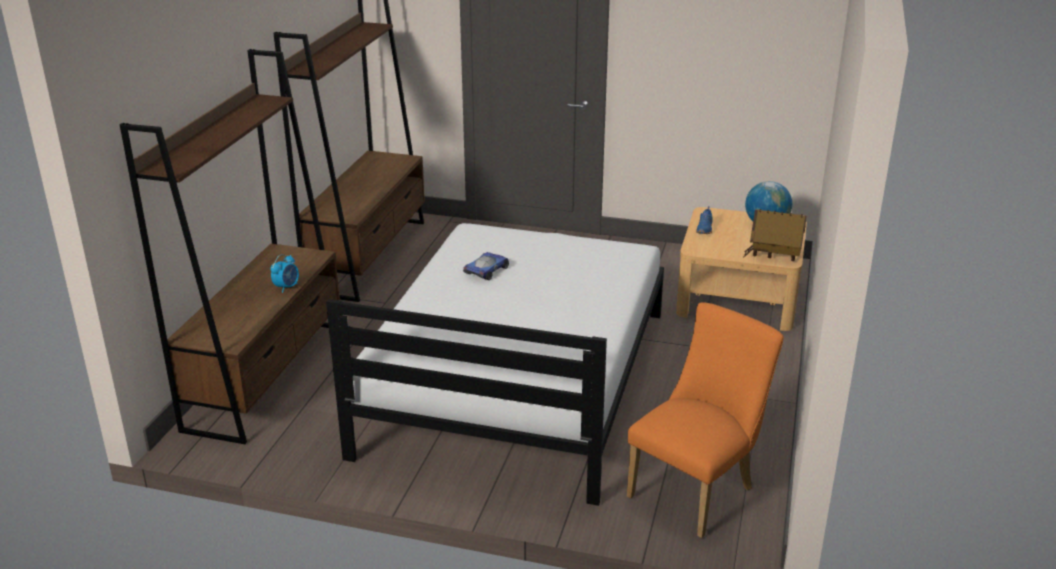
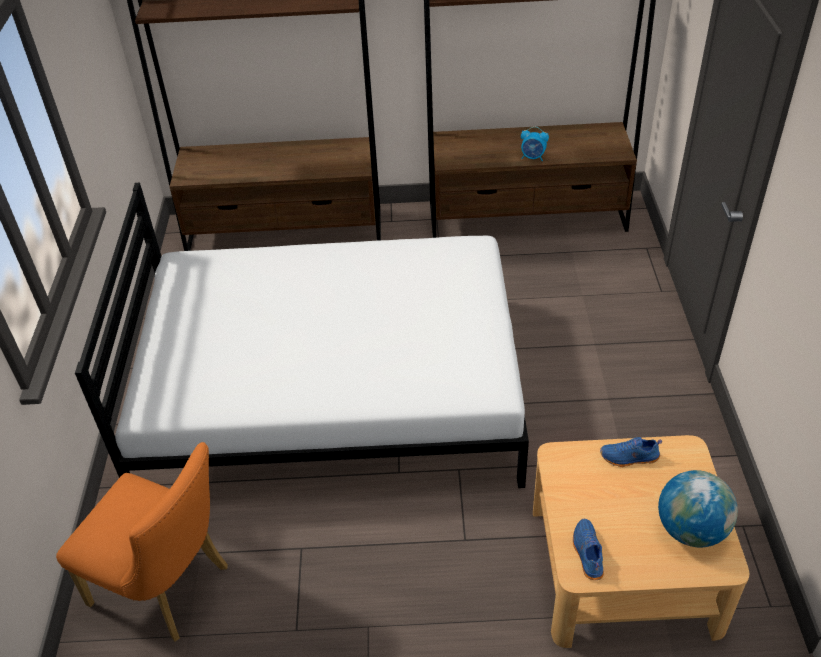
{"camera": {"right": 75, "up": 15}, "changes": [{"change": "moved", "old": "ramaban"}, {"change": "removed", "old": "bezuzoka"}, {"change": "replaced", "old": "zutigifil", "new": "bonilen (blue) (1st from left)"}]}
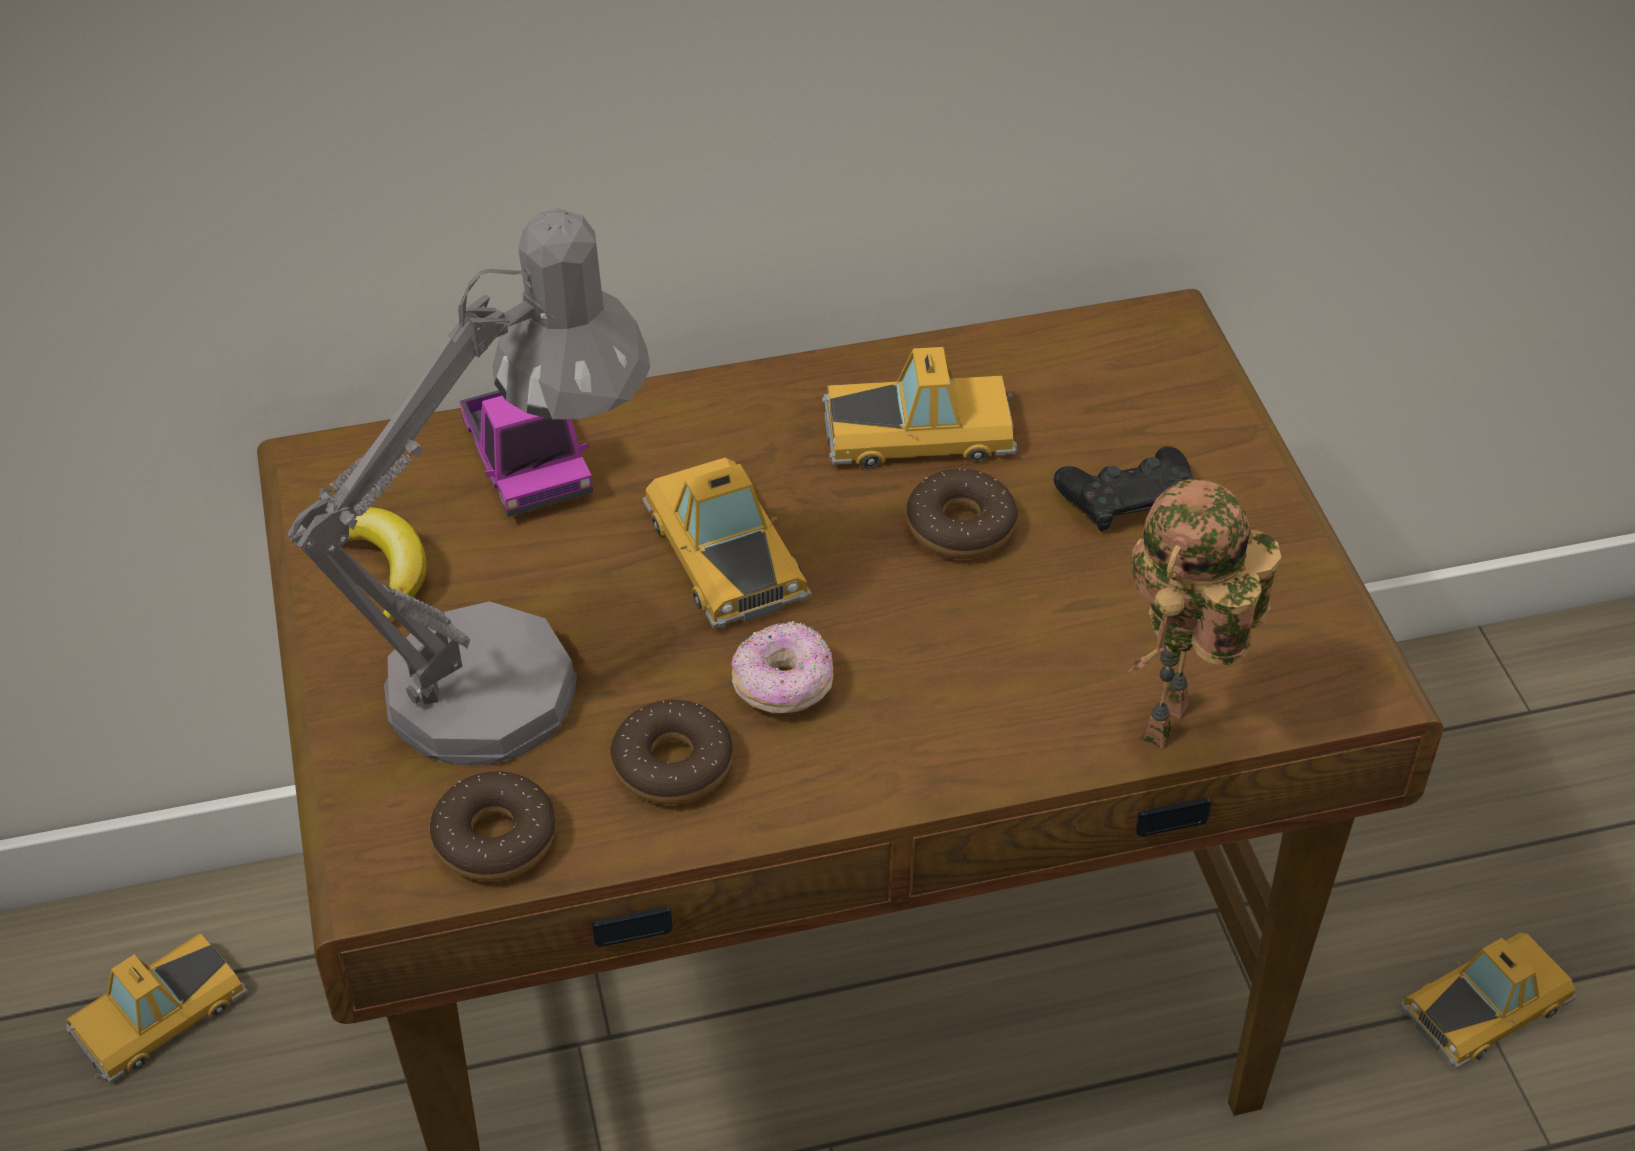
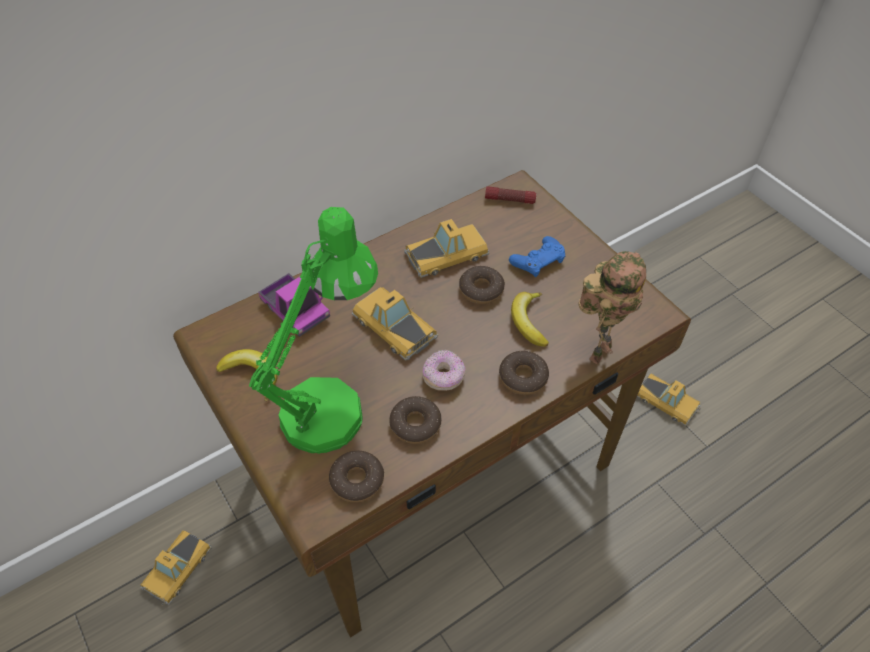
{"camera": {"right": -20, "up": 5}, "changes": [{"change": "recoloured", "old": "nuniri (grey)", "new": "nuniri (green)"}, {"change": "recoloured", "old": "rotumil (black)", "new": "rotumil (blue)"}, {"change": "turned", "old": "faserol", "degrees": -150}, {"change": "turned", "old": "bezuzoka (4th from left)", "degrees": 90}, {"change": "added", "new": "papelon"}, {"change": "added", "new": "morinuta (5th from left)"}, {"change": "added", "new": "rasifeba (2nd from left)"}]}
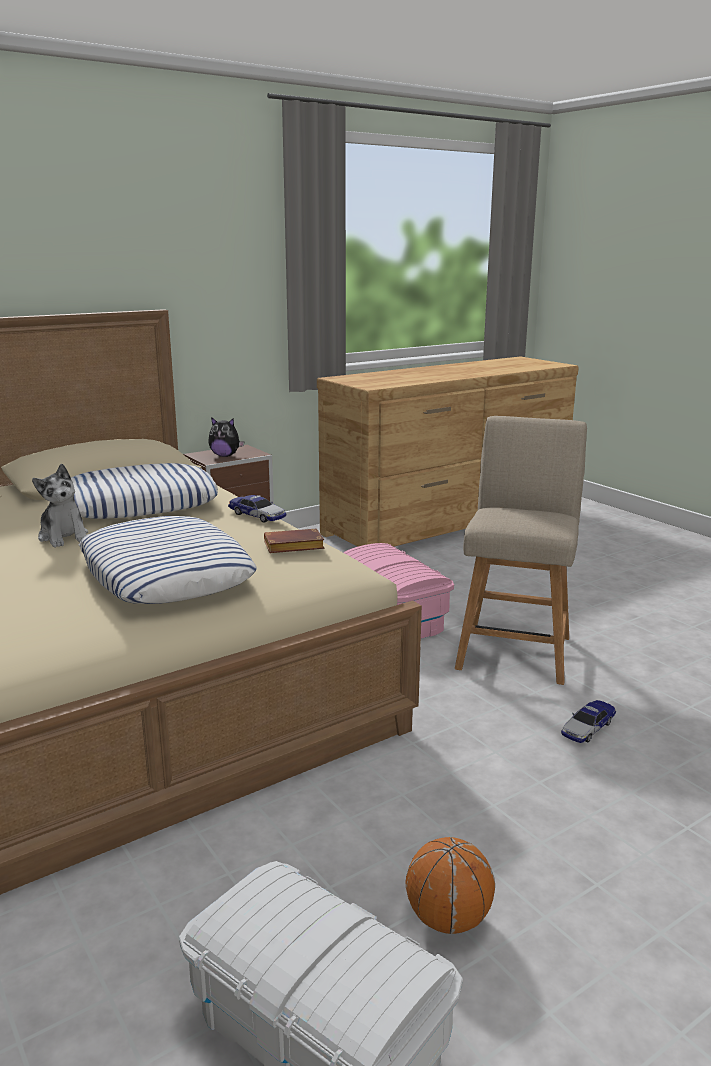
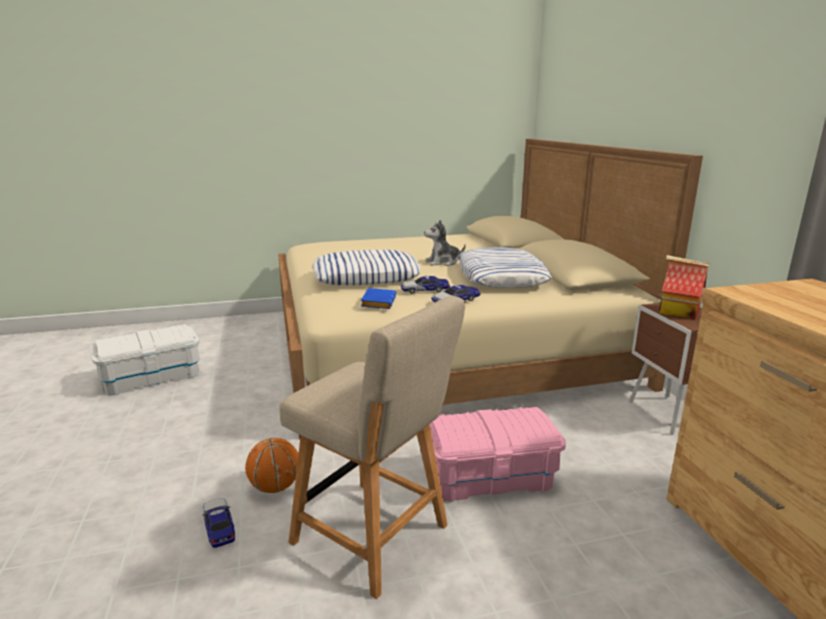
{"camera": {"right": 110, "up": 0}, "changes": [{"change": "replaced", "old": "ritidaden (2nd from left)", "new": "zutigifil"}, {"change": "recoloured", "old": "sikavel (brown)", "new": "sikavel (blue)"}, {"change": "moved", "old": "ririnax"}, {"change": "added", "new": "bezuzoka (2nd from left)"}]}
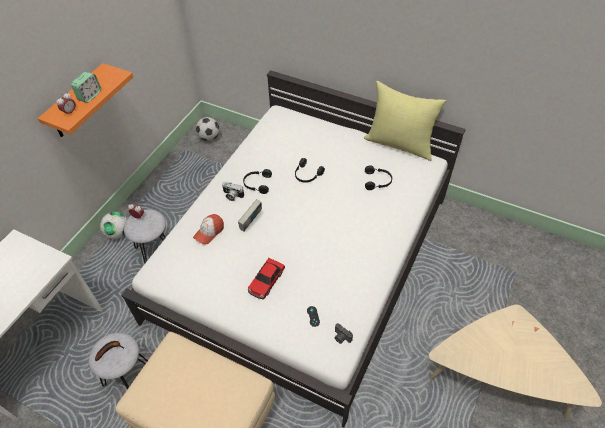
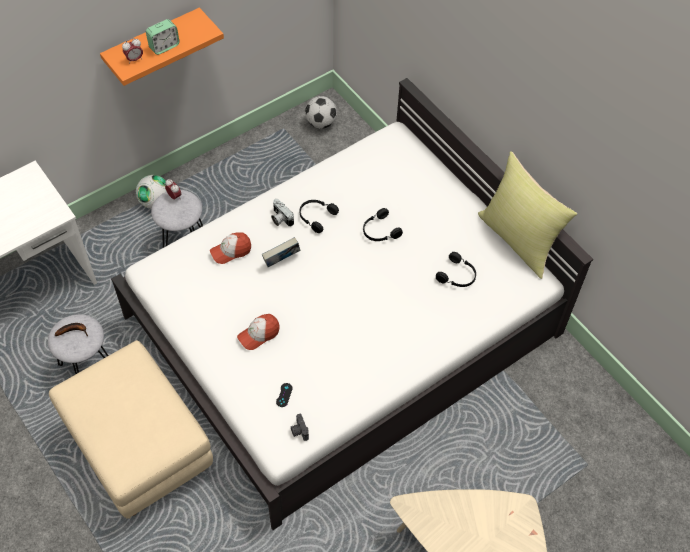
{"camera": {"right": 25, "up": 5}, "changes": [{"change": "replaced", "old": "bezuzoka", "new": "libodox (2nd from left)"}]}
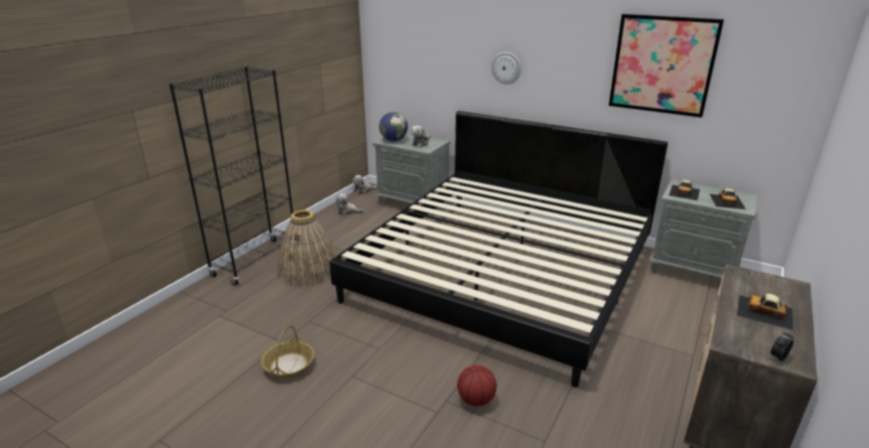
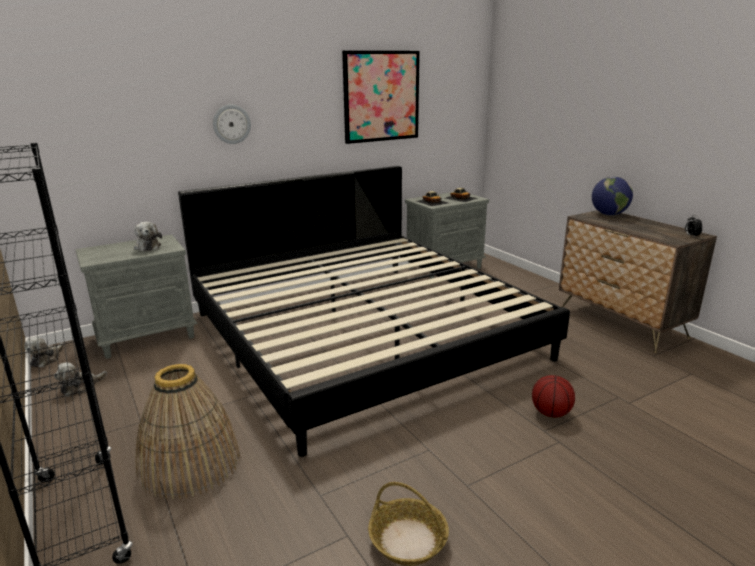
{"camera": {"right": -60, "up": -5}, "changes": [{"change": "moved", "old": "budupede"}, {"change": "removed", "old": "bezuzoka (3rd from left)"}]}
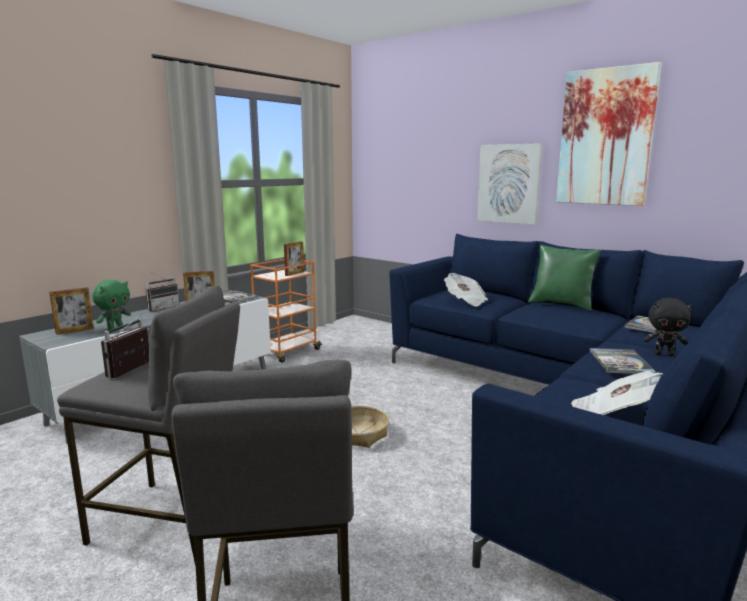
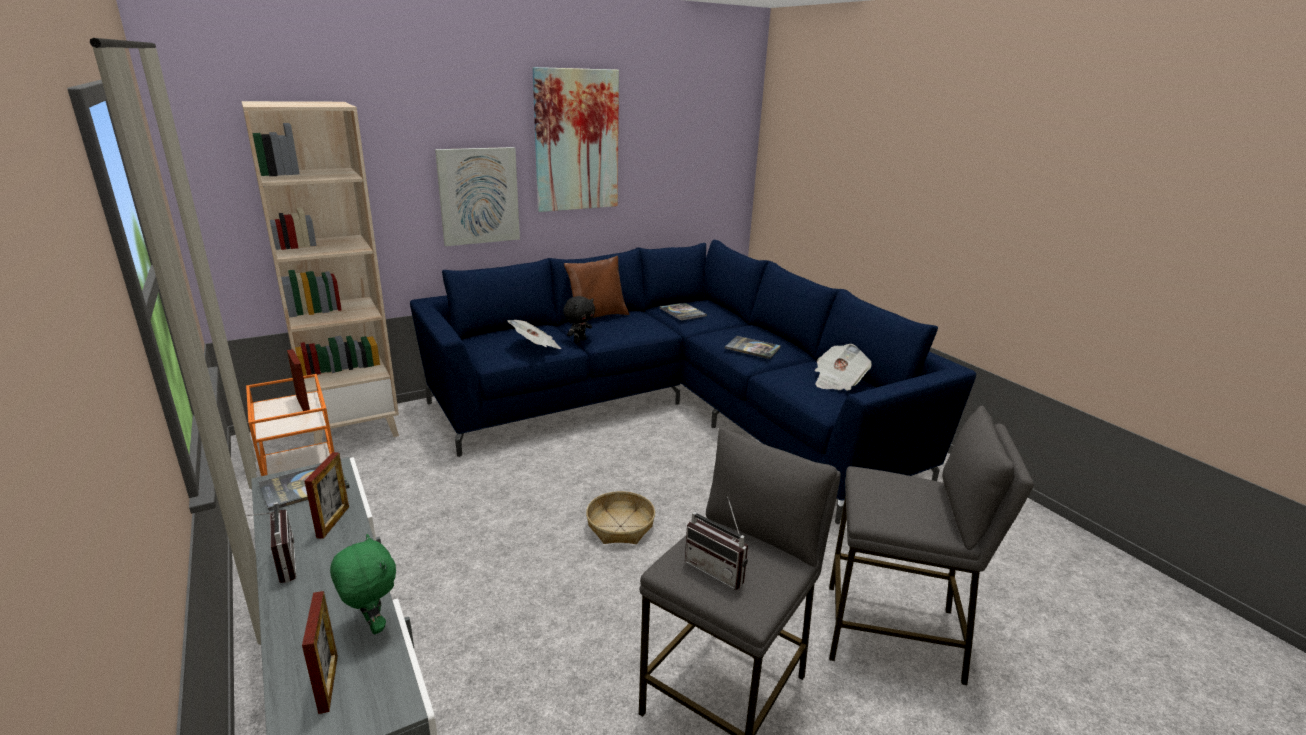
{"camera": {"right": -70, "up": 10}, "changes": [{"change": "recoloured", "old": "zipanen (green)", "new": "zipanen (brown)"}, {"change": "moved", "old": "ritidaden (black)"}, {"change": "added", "new": "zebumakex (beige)"}]}
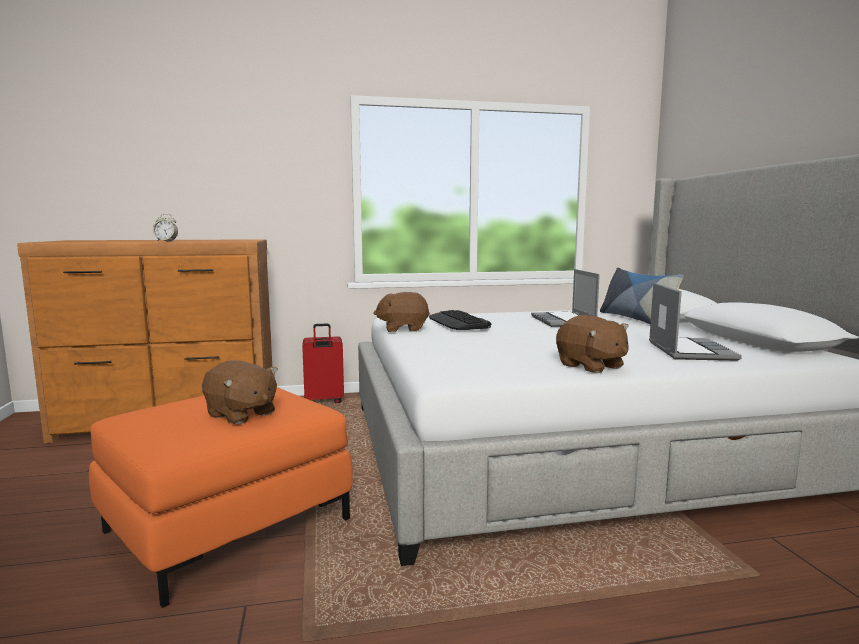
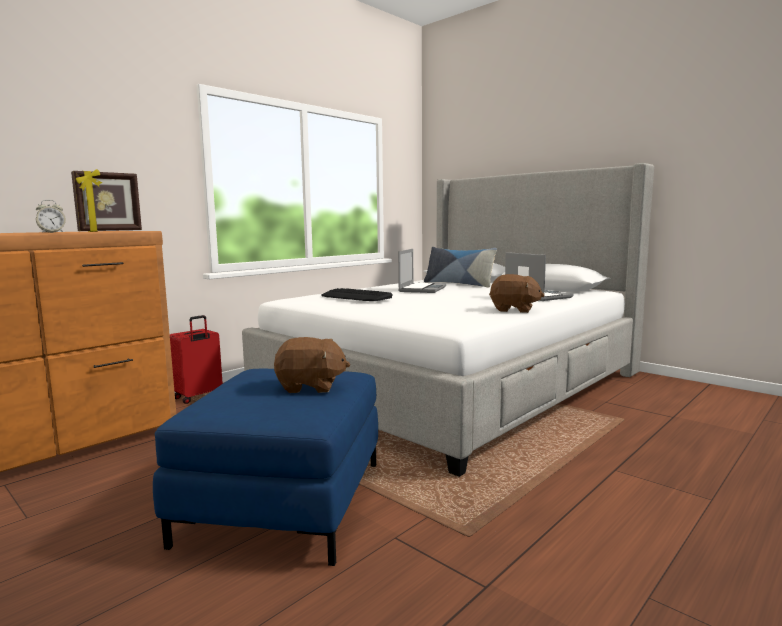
{"camera": {"right": -35, "up": 0}, "changes": [{"change": "recoloured", "old": "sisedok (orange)", "new": "sisedok (blue)"}, {"change": "removed", "old": "ritidaden (brown) (2nd from left)"}, {"change": "turned", "old": "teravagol (1st from left)", "degrees": -120}, {"change": "added", "new": "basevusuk"}]}
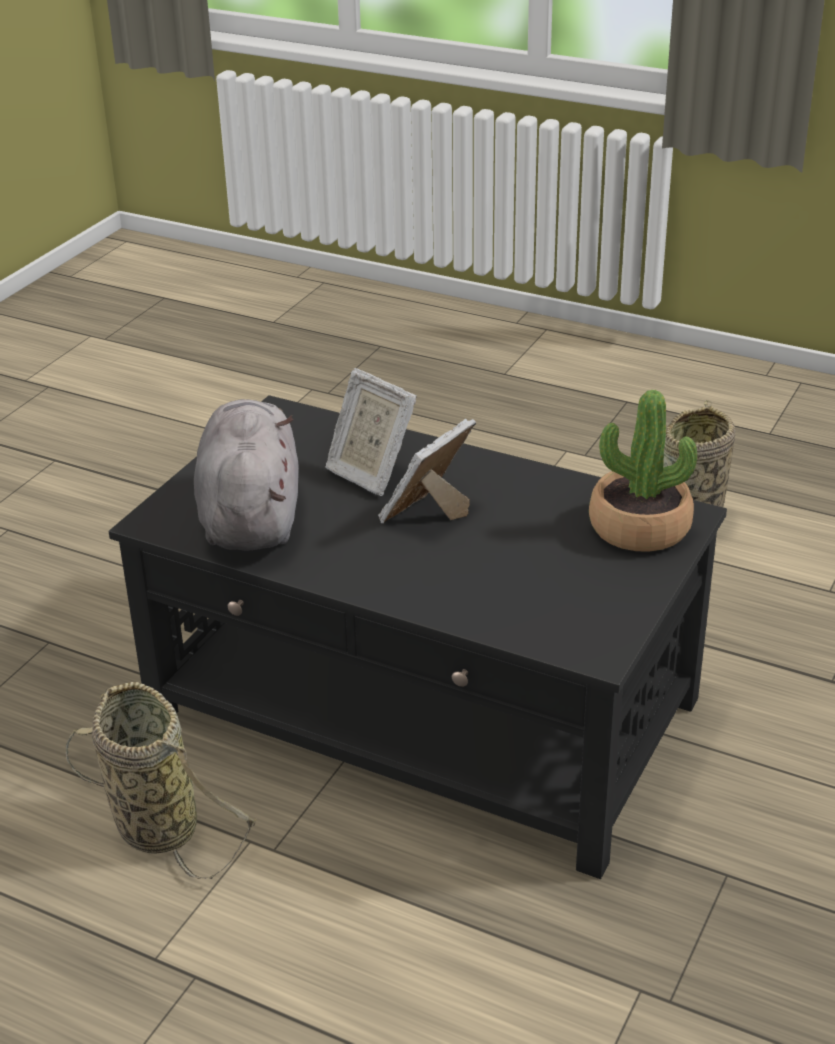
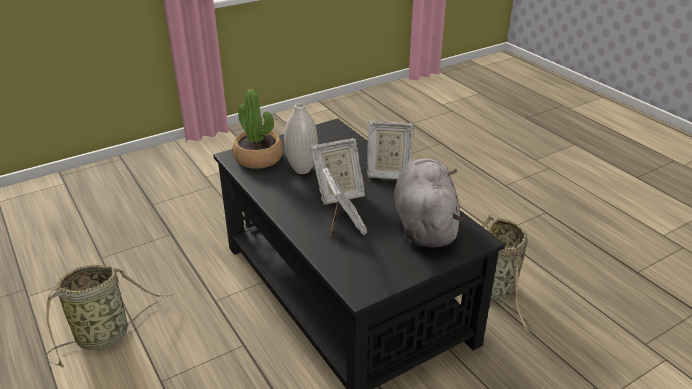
{"camera": {"right": -150, "up": 0}, "changes": [{"change": "turned", "old": "ritidaden (grey)", "degrees": 150}, {"change": "added", "new": "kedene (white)"}, {"change": "added", "new": "basevusuk (3rd from left)"}]}
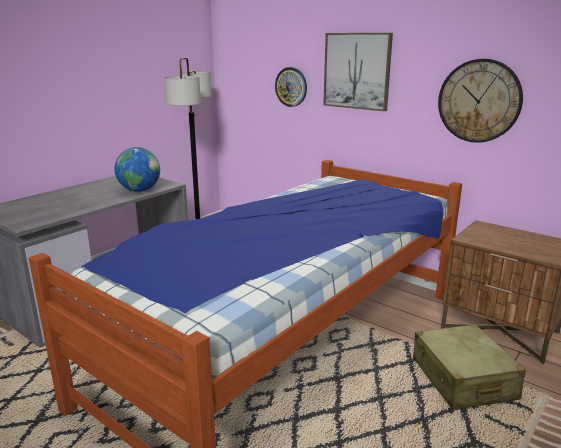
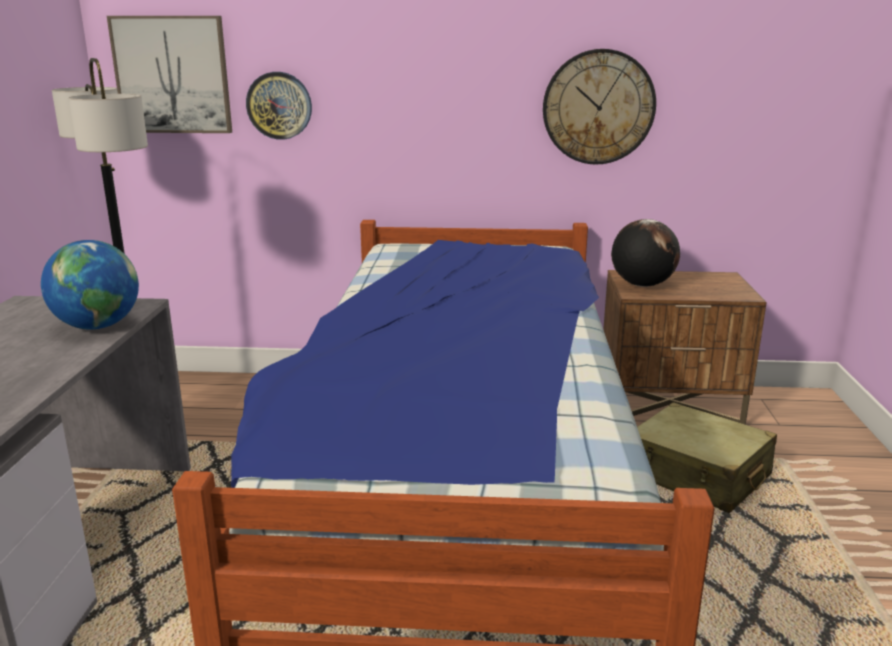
{"camera": {"right": -35, "up": 0}, "changes": [{"change": "moved", "old": "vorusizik"}, {"change": "added", "new": "budupede (2nd from left)"}]}
